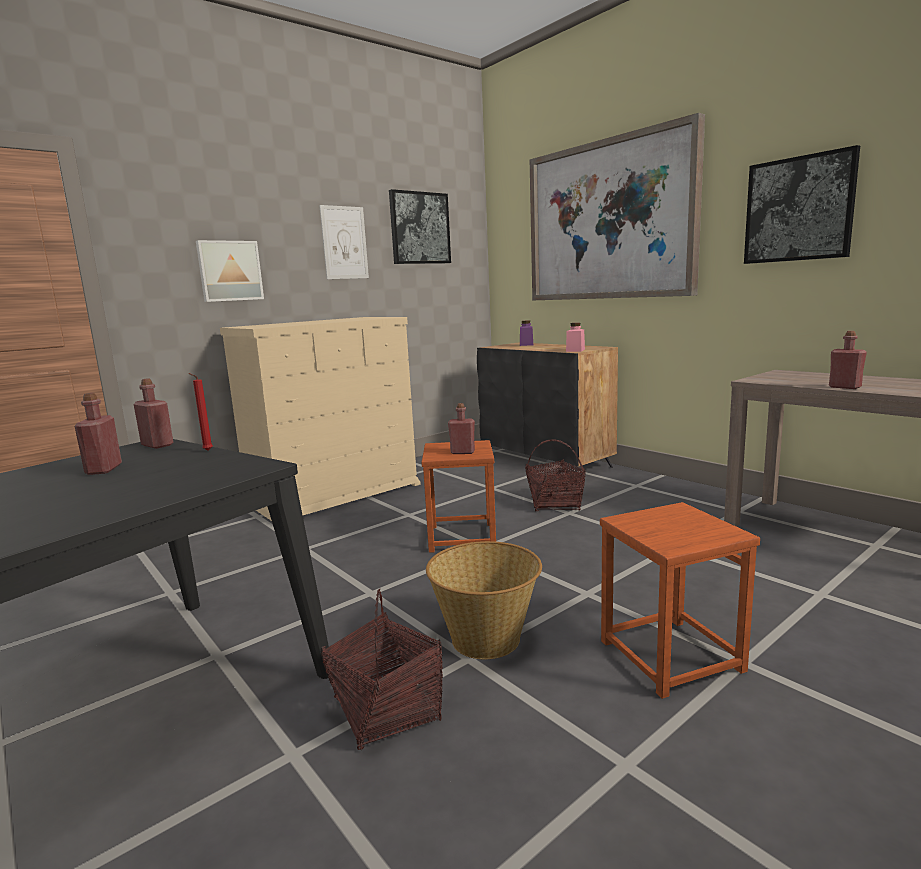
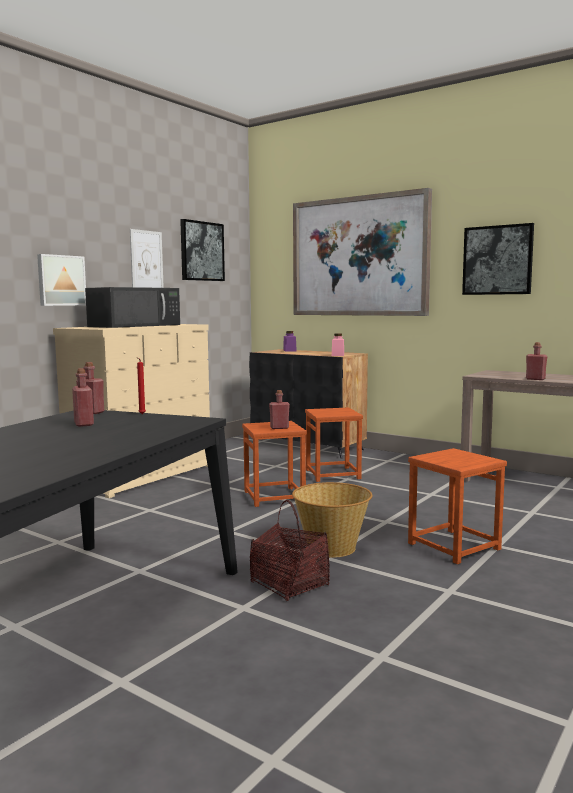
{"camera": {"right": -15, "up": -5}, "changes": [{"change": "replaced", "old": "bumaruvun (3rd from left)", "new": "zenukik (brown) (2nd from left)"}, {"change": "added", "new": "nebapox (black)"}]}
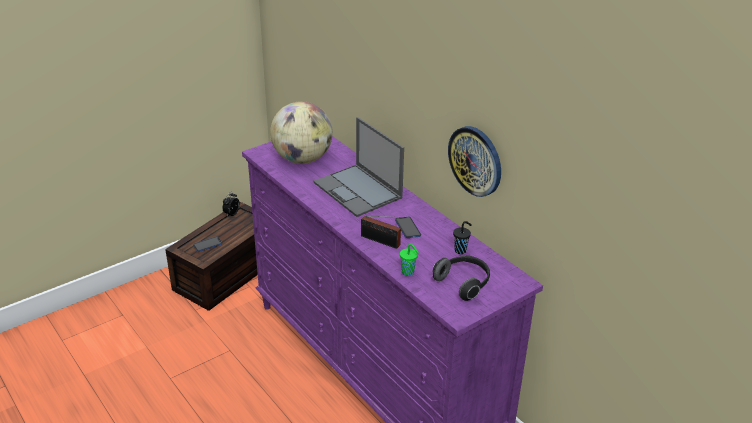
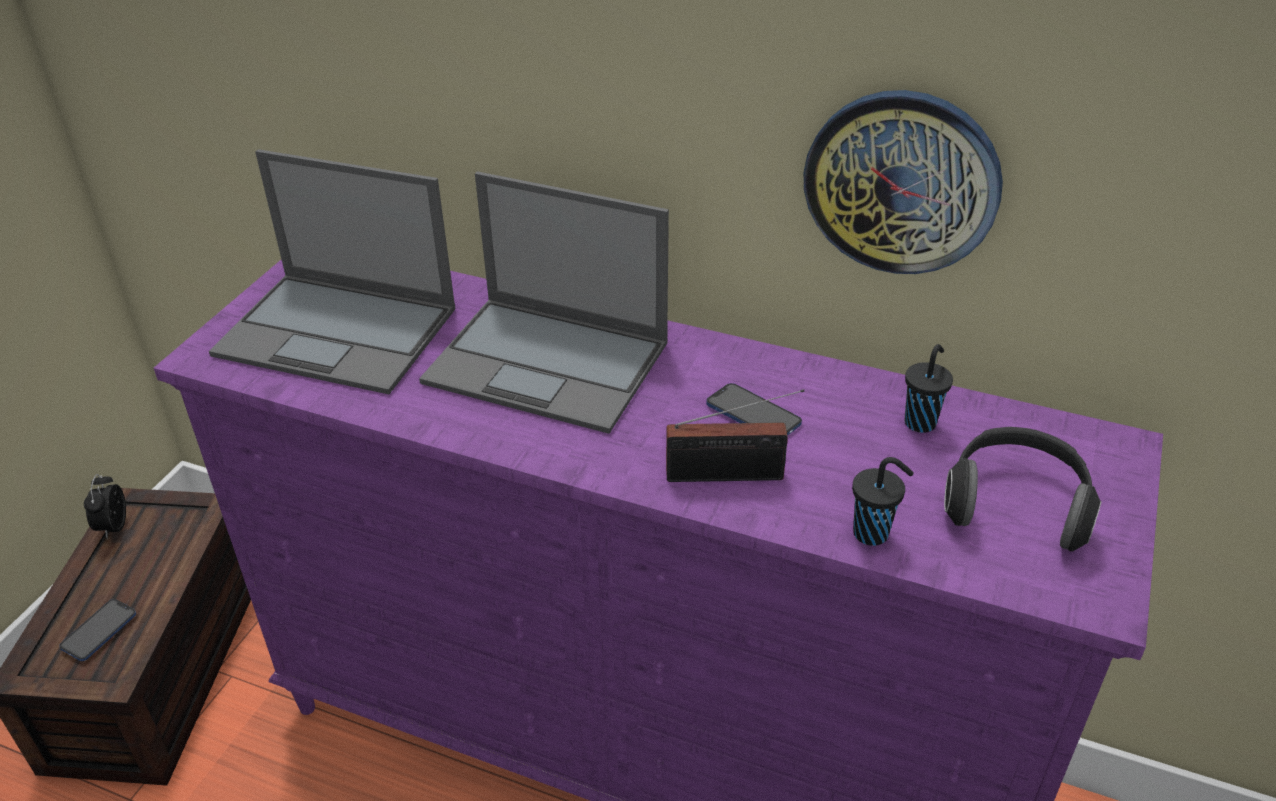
{"camera": {"right": -30, "up": 5}, "changes": [{"change": "replaced", "old": "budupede", "new": "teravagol (1st from left)"}, {"change": "recoloured", "old": "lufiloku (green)", "new": "lufiloku (black) (1st from left)"}]}
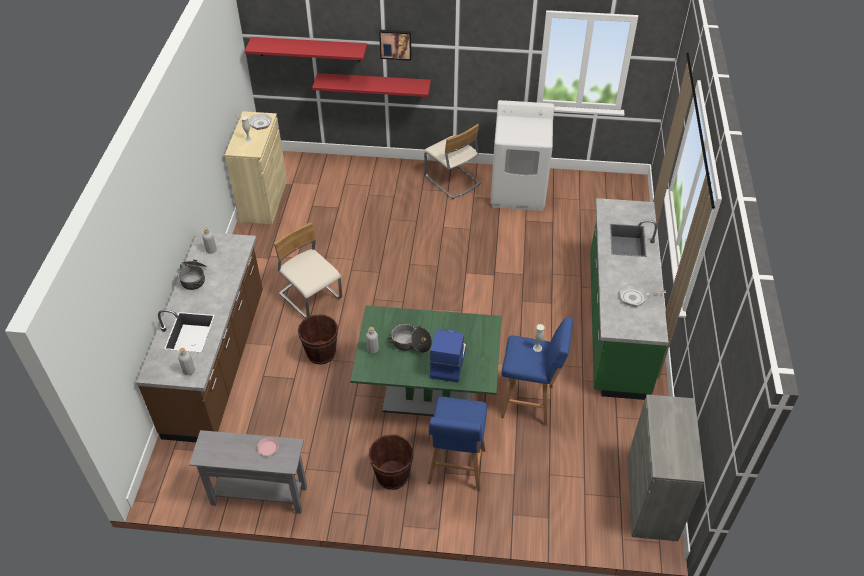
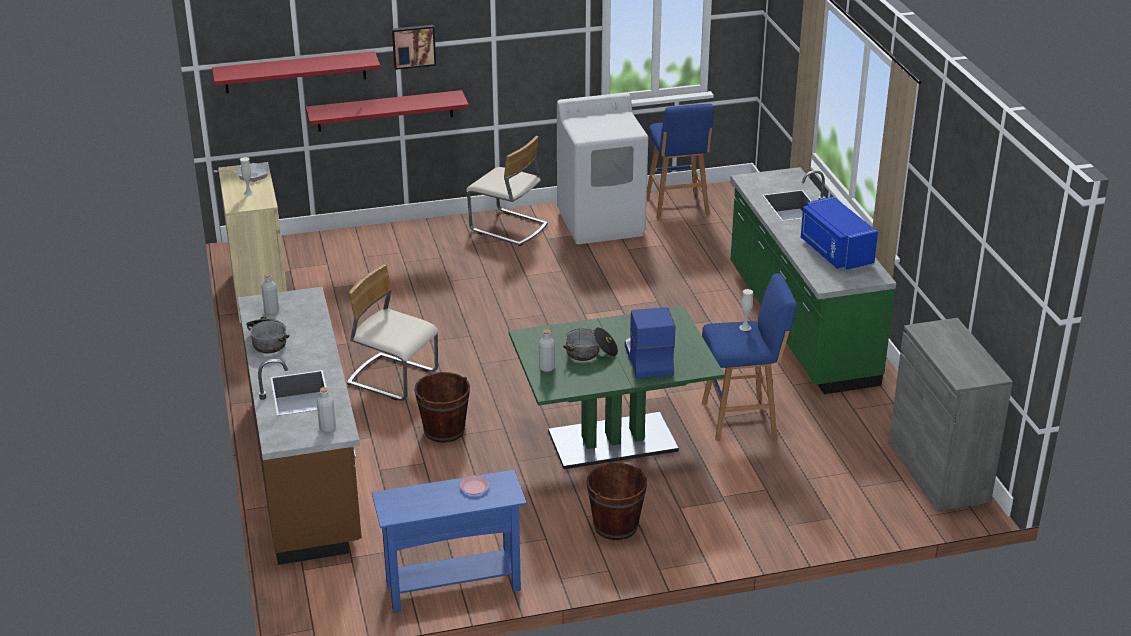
{"camera": {"right": -20, "up": -15}, "changes": [{"change": "recoloured", "old": "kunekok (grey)", "new": "kunekok (blue)"}, {"change": "moved", "old": "zenukik (blue) (1st from left)"}, {"change": "replaced", "old": "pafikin (2nd from left)", "new": "nebapox (blue)"}]}
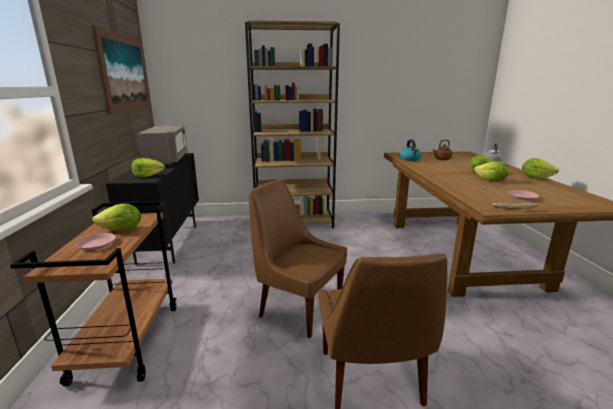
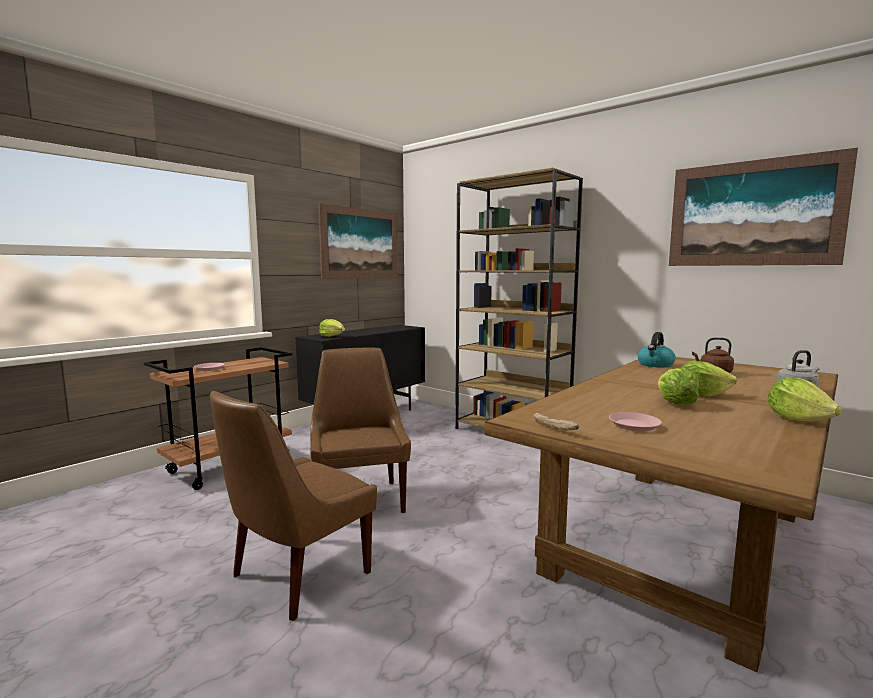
{"camera": {"right": 45, "up": -10}, "changes": [{"change": "removed", "old": "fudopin (1st from left)"}, {"change": "removed", "old": "nebapox (grey)"}, {"change": "added", "new": "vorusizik (2nd from left)"}]}
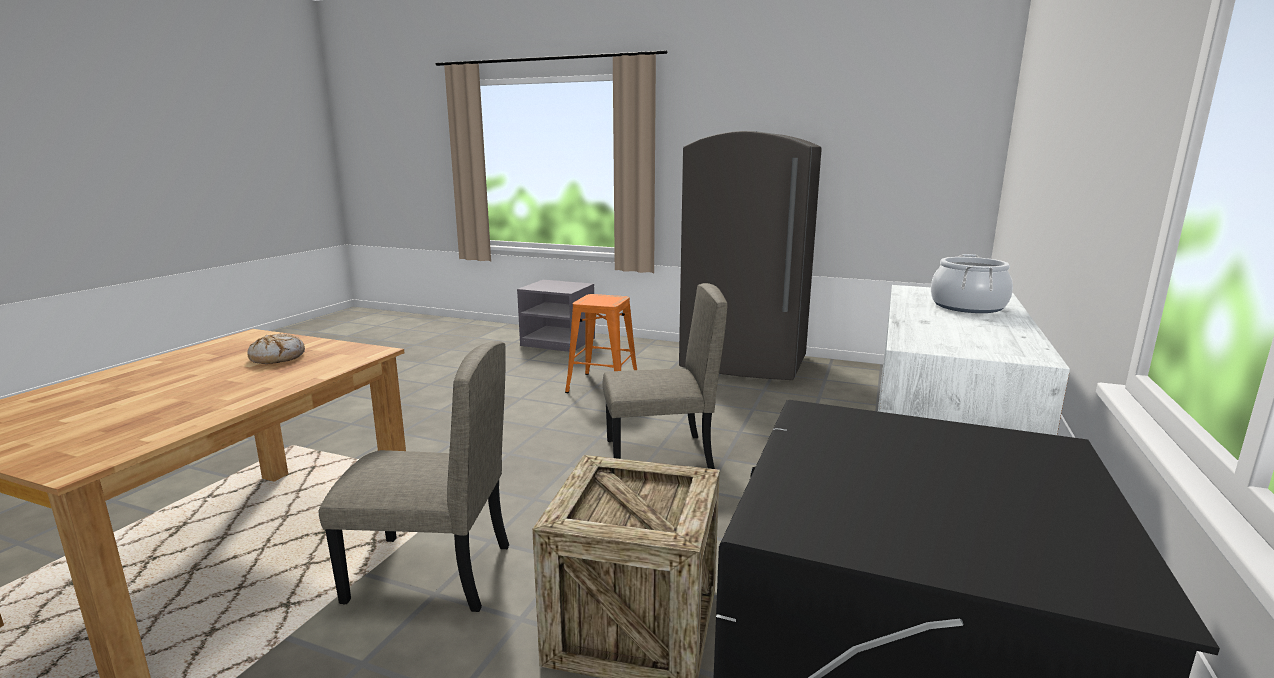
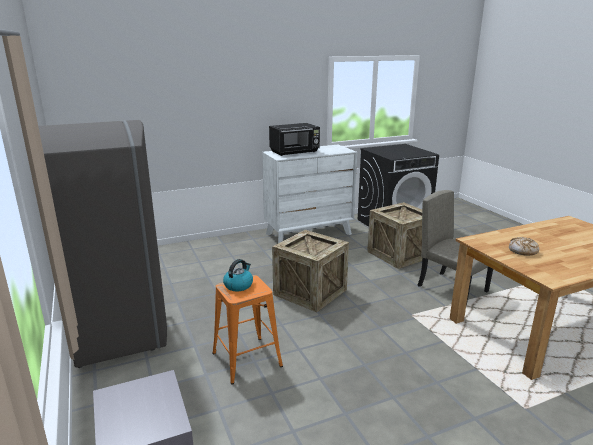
{"camera": {"right": -135, "up": 5}, "changes": [{"change": "replaced", "old": "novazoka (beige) (2nd from left)", "new": "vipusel (1st from left)"}, {"change": "replaced", "old": "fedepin", "new": "nebapox (black)"}, {"change": "added", "new": "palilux"}]}
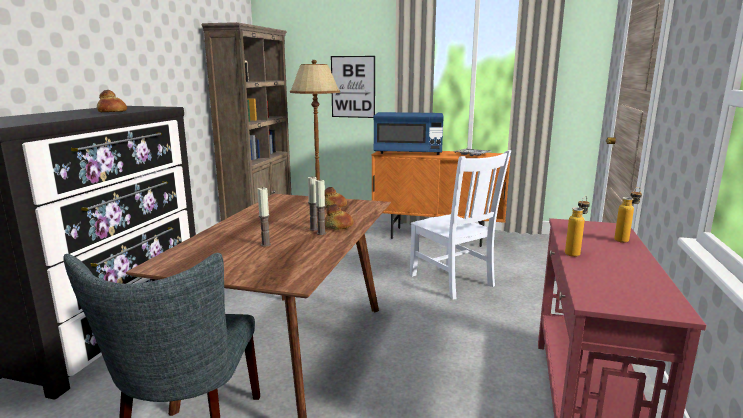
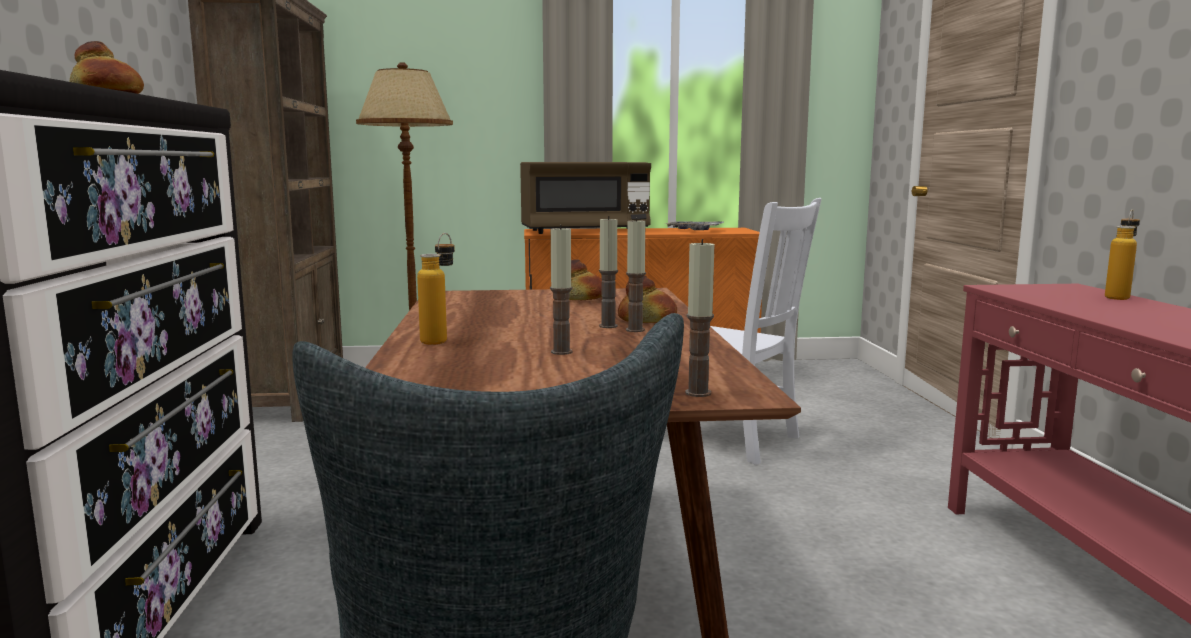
{"camera": {"right": -20, "up": -5}, "changes": [{"change": "removed", "old": "vorusizik"}, {"change": "recoloured", "old": "nebapox (blue)", "new": "nebapox (brown)"}, {"change": "moved", "old": "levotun (1st from left)"}, {"change": "added", "new": "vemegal (4th from left)"}]}
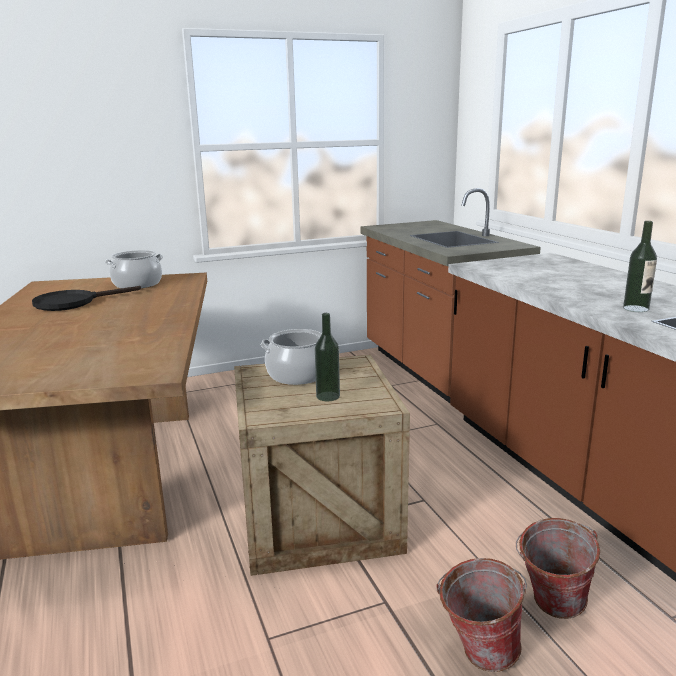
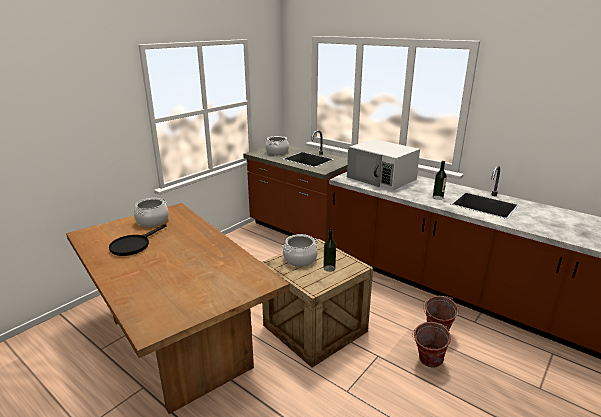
{"camera": {"right": -30, "up": 5}, "changes": [{"change": "added", "new": "fedepin (2nd from left)"}, {"change": "added", "new": "nebapox (white)"}]}
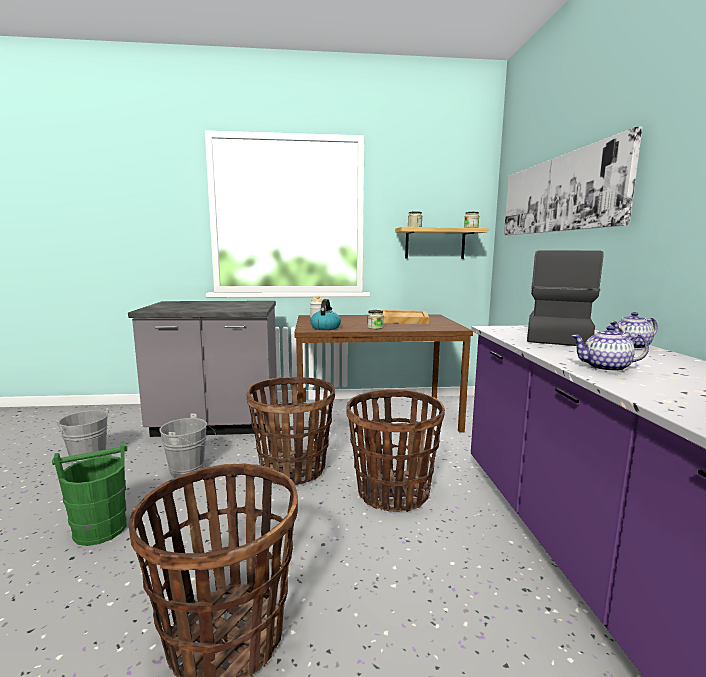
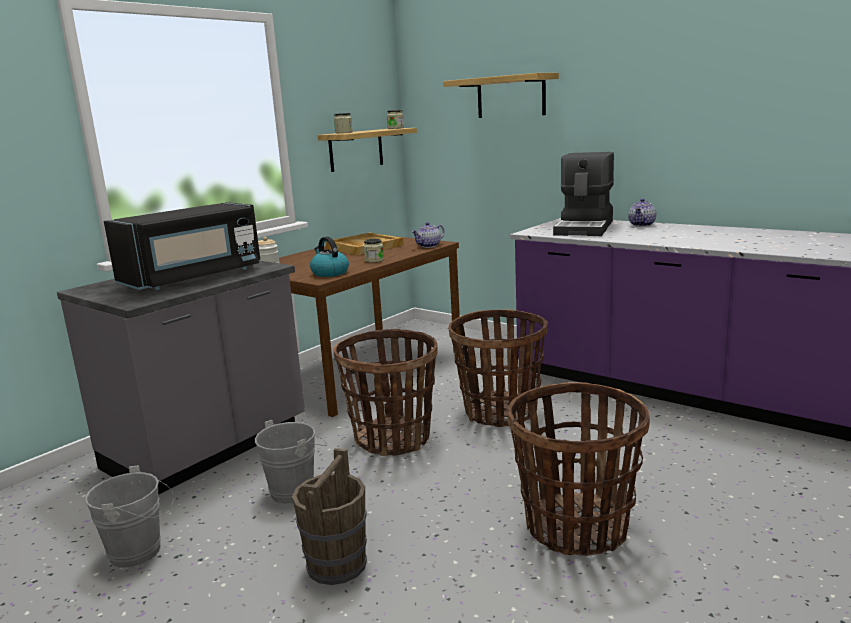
{"camera": {"right": -45, "up": 5}, "changes": [{"change": "recoloured", "old": "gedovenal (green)", "new": "gedovenal (brown)"}, {"change": "replaced", "old": "vorusizik", "new": "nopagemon (2nd from left)"}, {"change": "turned", "old": "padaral", "degrees": -135}, {"change": "moved", "old": "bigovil (1st from left)"}, {"change": "added", "new": "nebapox (black)"}]}
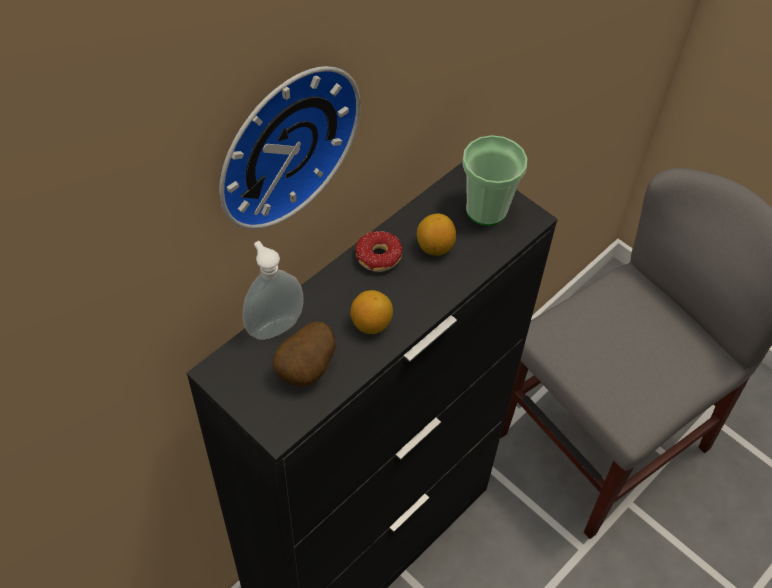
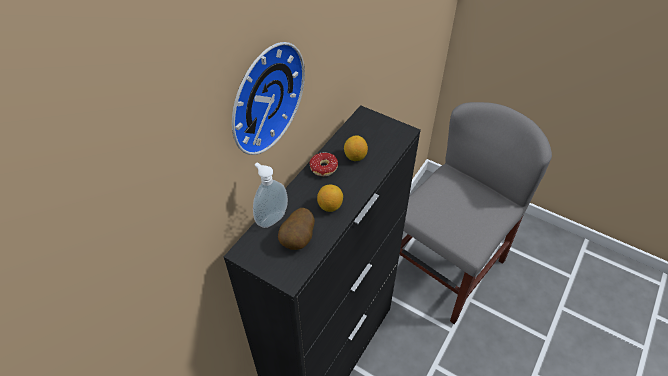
{"camera": {"right": -10, "up": -5}, "changes": [{"change": "removed", "old": "lufiloku"}]}
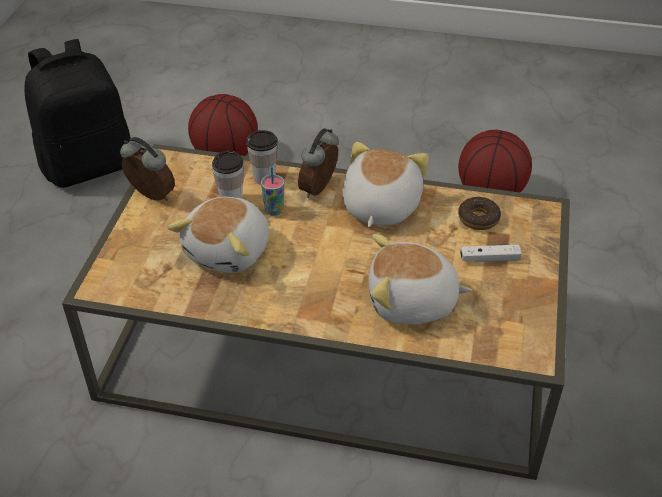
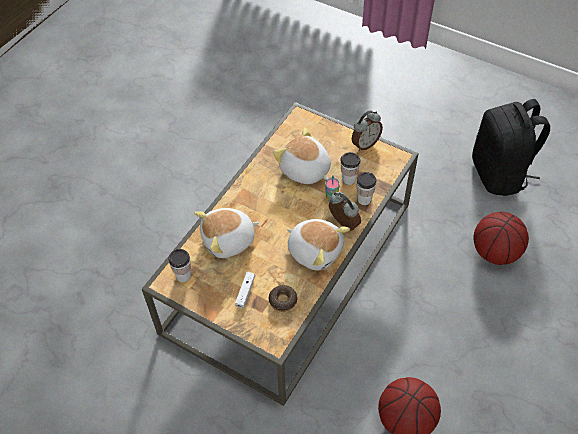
{"camera": {"right": 110, "up": 10}, "changes": [{"change": "turned", "old": "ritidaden (3rd from left in the first image)", "degrees": -135}, {"change": "added", "new": "lufiloku (1st from left)"}]}
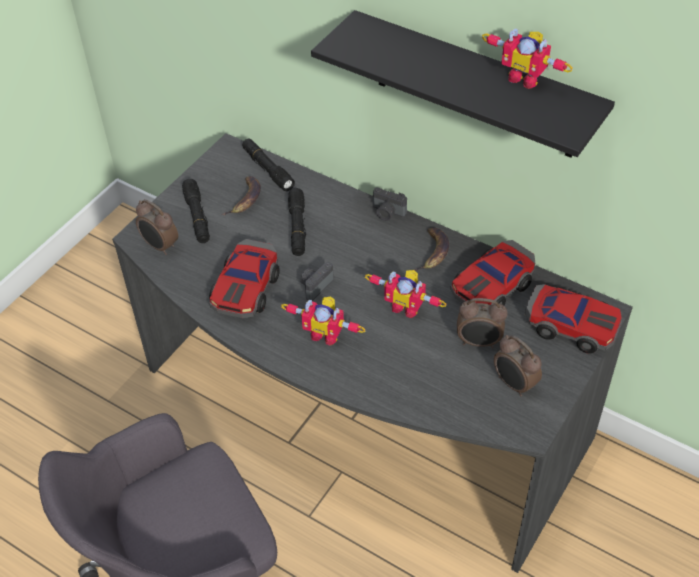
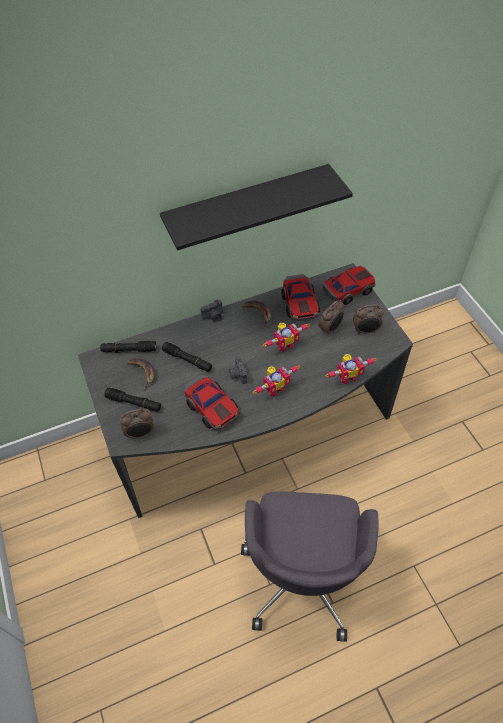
{"camera": {"right": -55, "up": 5}, "changes": [{"change": "moved", "old": "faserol (3rd from left)"}]}
